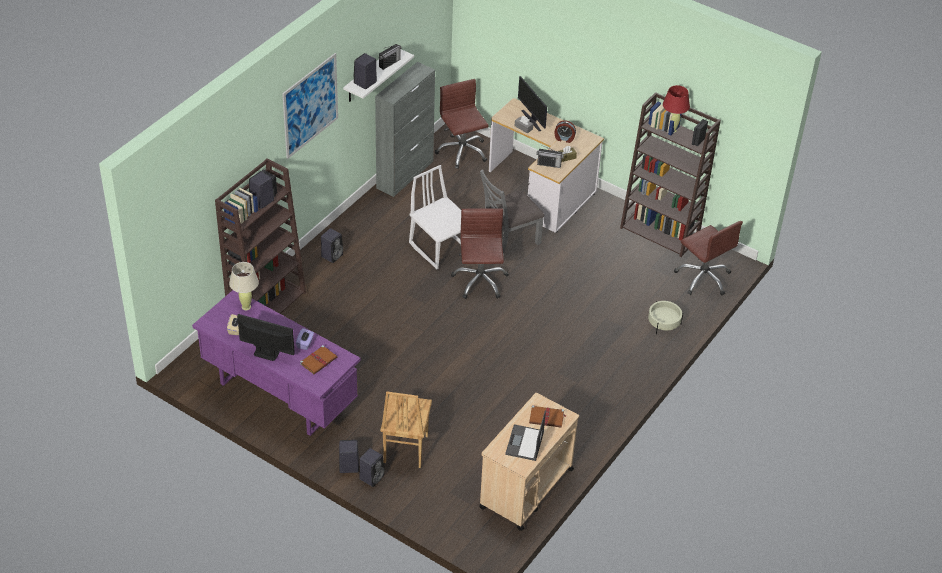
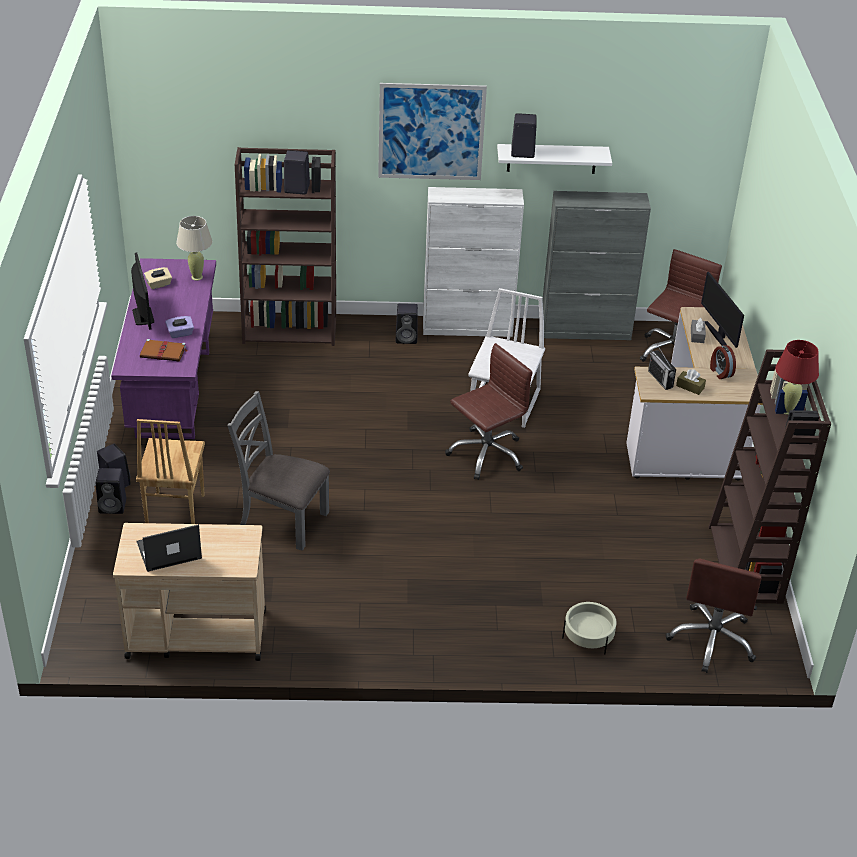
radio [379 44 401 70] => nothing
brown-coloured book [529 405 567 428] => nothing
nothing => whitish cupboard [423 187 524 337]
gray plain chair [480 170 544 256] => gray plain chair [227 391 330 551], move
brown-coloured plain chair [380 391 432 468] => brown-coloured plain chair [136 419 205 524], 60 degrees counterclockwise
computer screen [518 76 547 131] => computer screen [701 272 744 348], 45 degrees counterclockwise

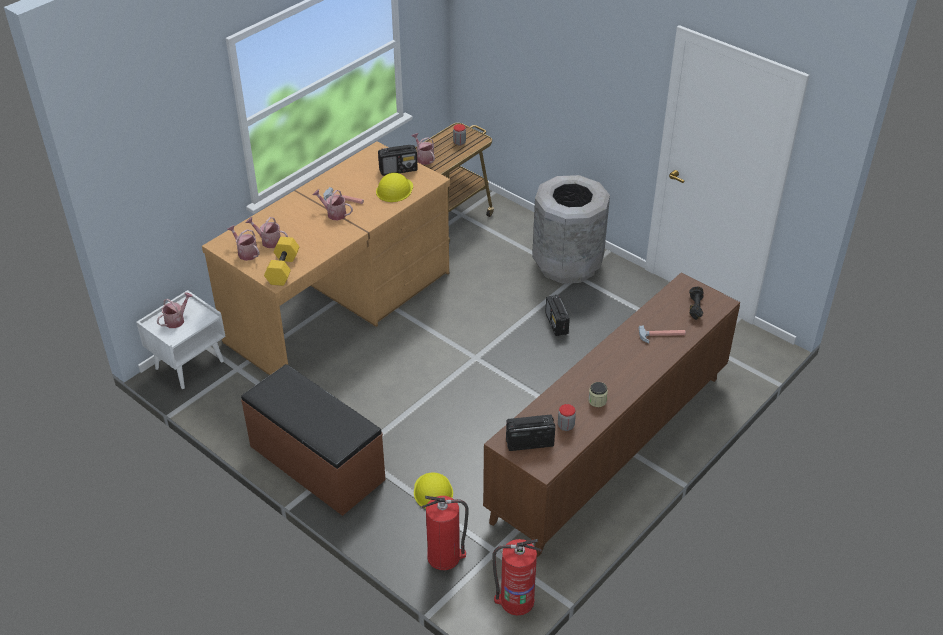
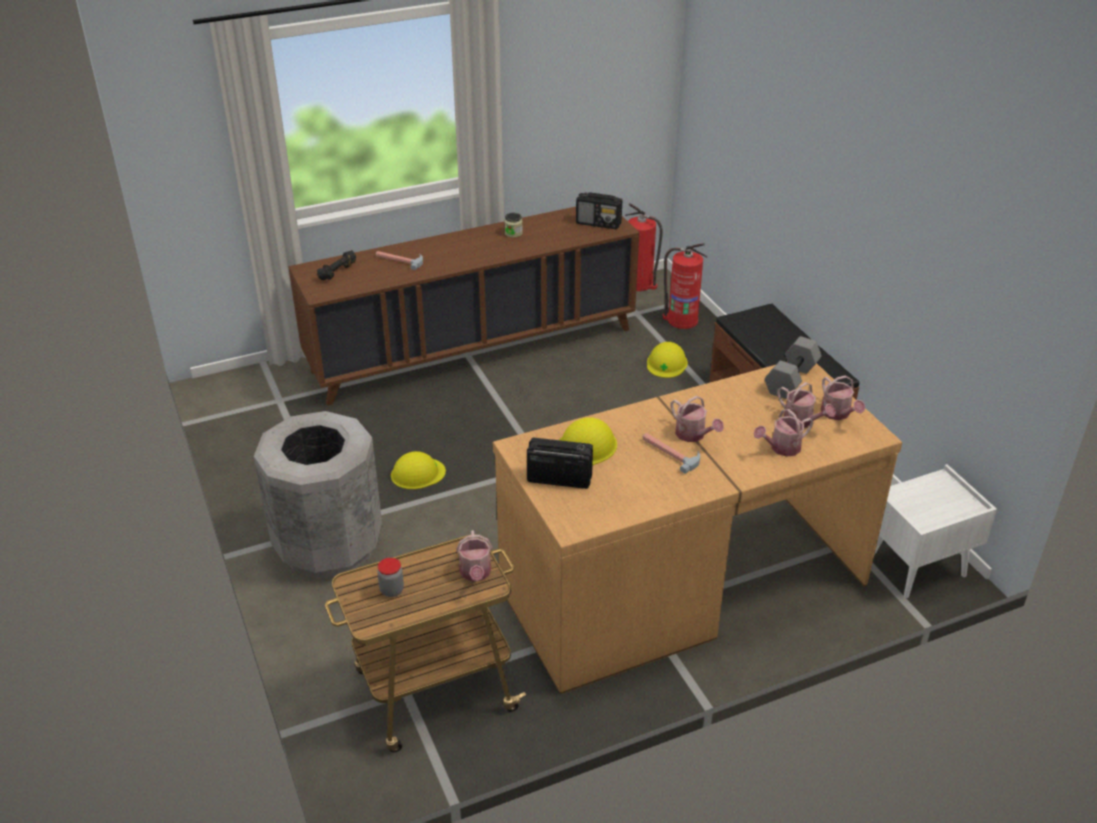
jar [558 404 576 431] => nothing
watering pot [157 292 193 328] => watering pot [753 409 813 457], move
radio [545 295 570 336] => yellowish safety helmet [391 451 446 489]
yellowish dumbbell [264 237 299 286] => gray dumbbell [764 336 822 399]

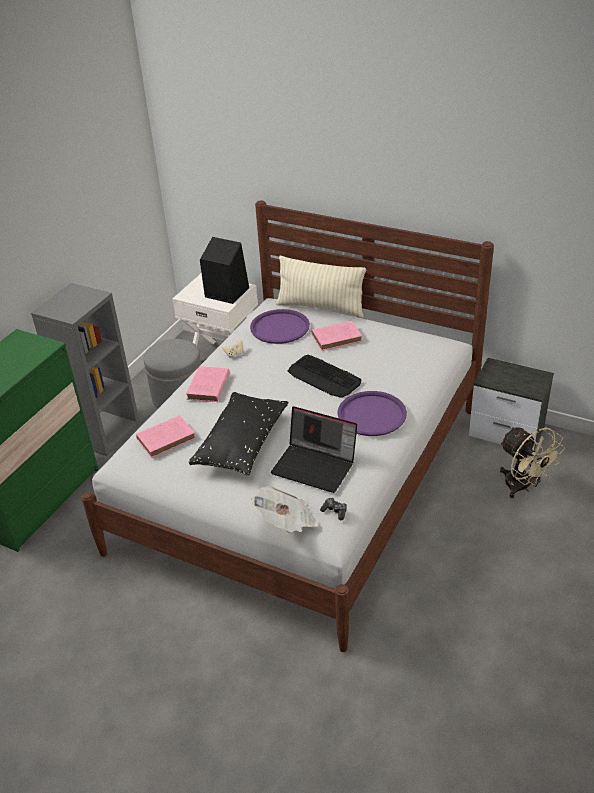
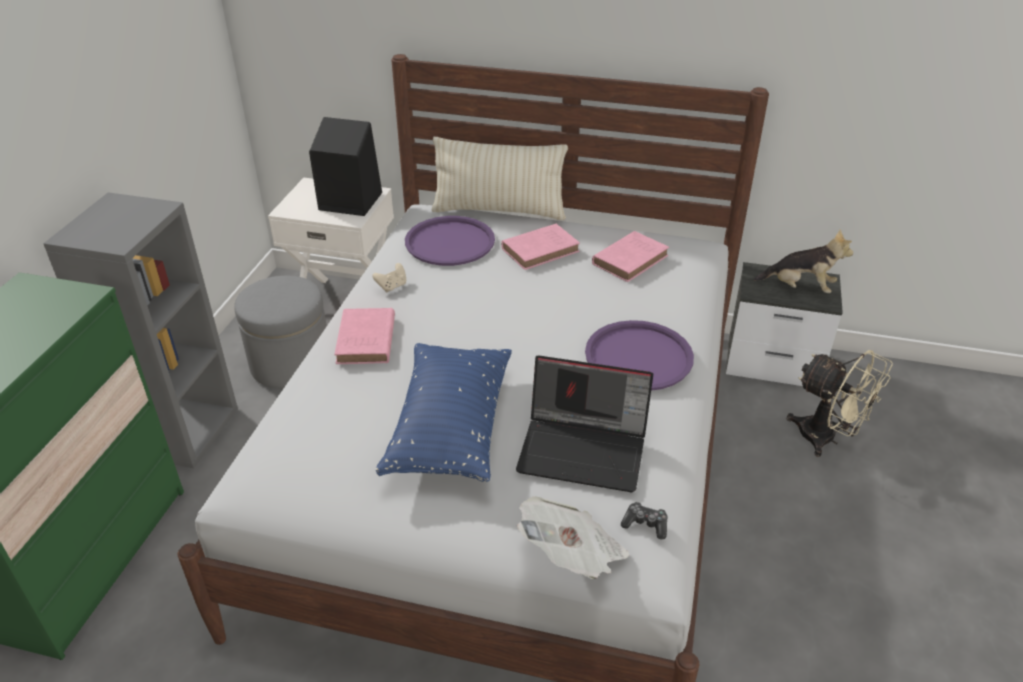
keyboard [288 355 361 398] => nothing
nothing => cuddly toy [754 229 853 293]
pinkish book [136 415 196 458] => pinkish book [592 231 669 282], move
black-coloured throw pillow [188 392 289 475] => blue throw pillow [376 343 512 482]

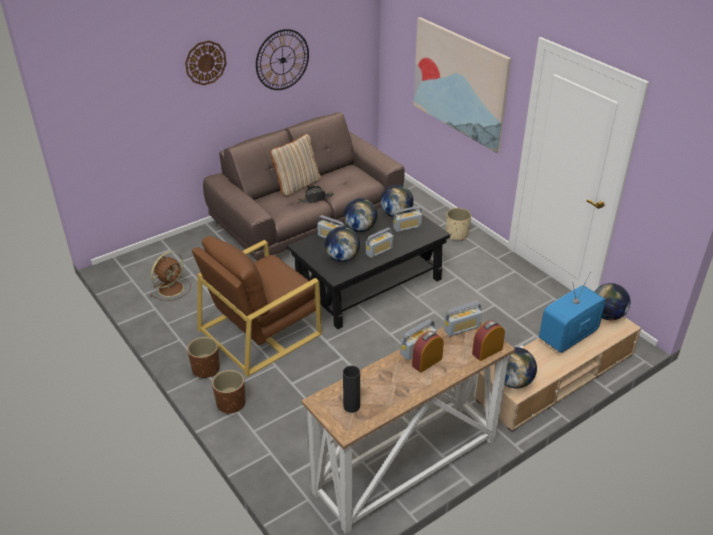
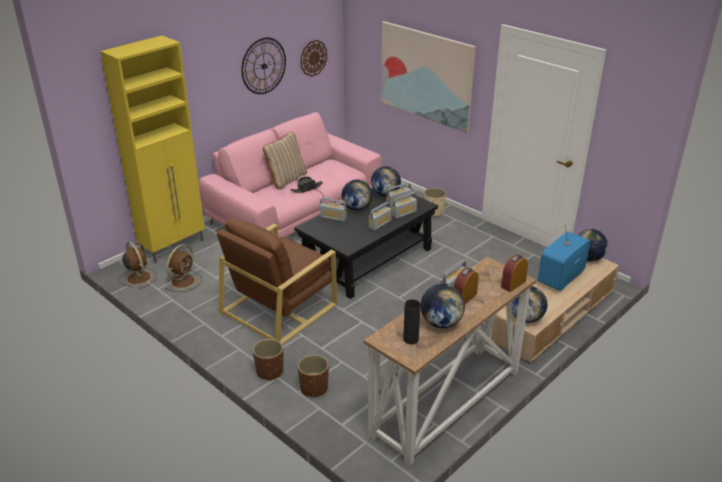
nothing => yellowish cupboard [100 35 205 263]
nothing => brown-coloured electric fan [119 241 157 289]
clock on the wall [185 40 227 85] => clock on the wall [300 40 327 77], move
brown-coloured flower pot [187 337 220 378] => brown-coloured flower pot [298 354 329 397], move
world globe [324 226 360 262] => world globe [421 284 465 328], move
radio [444 301 482 337] => radio [392 192 417 219], move
brown-coloured settee [203 112 405 261] => pinkish settee [199 112 381 238]

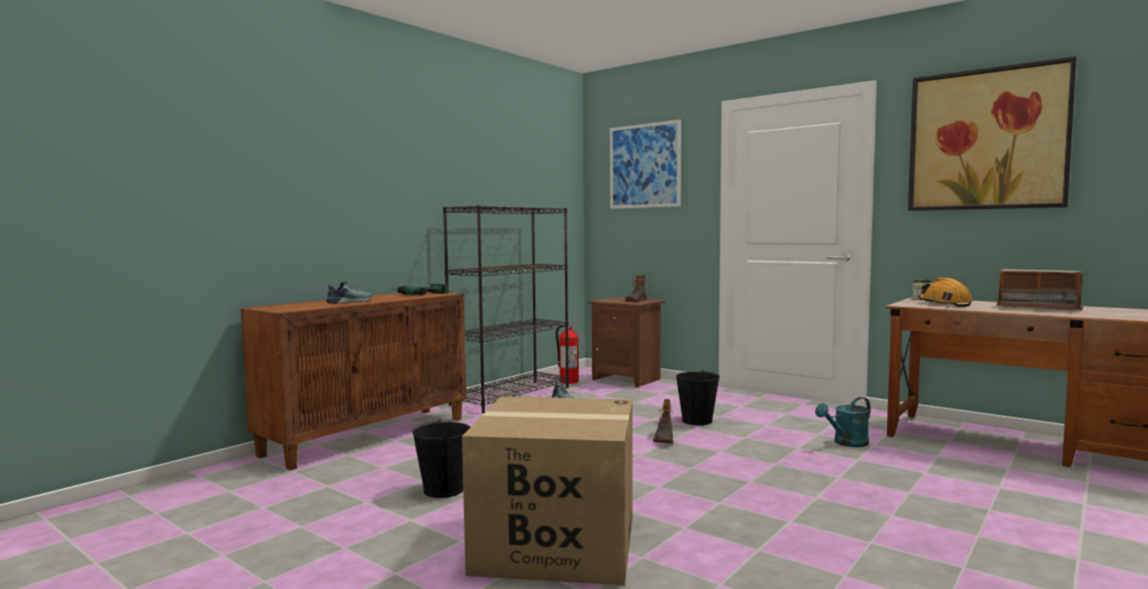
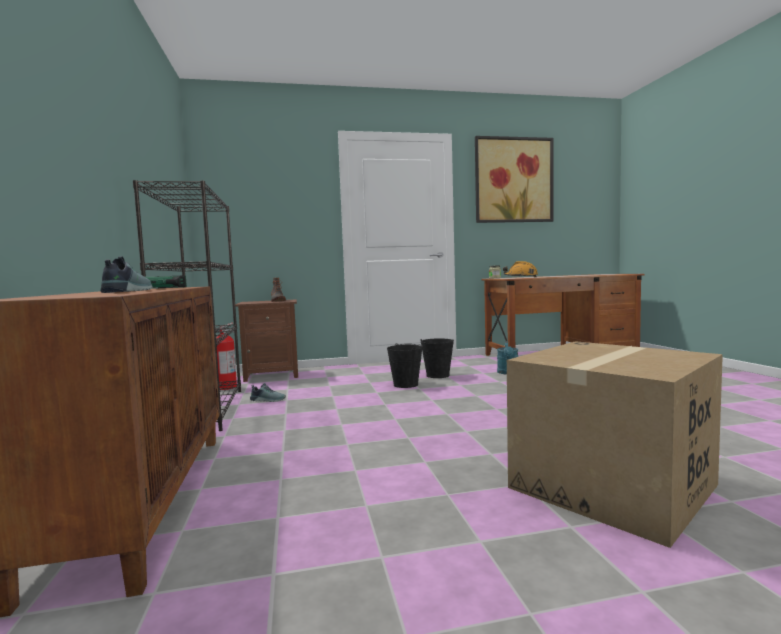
wall art [610 120 681 209] => nothing
high-top boot [653 399 673 444] => nothing
radio [995 269 1087 311] => nothing
black-coloured pail [412 419 470 498] => black-coloured pail [420 338 454 378], move

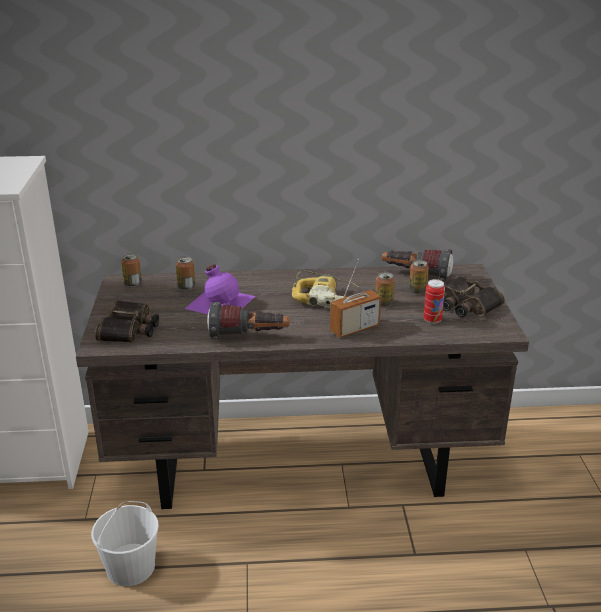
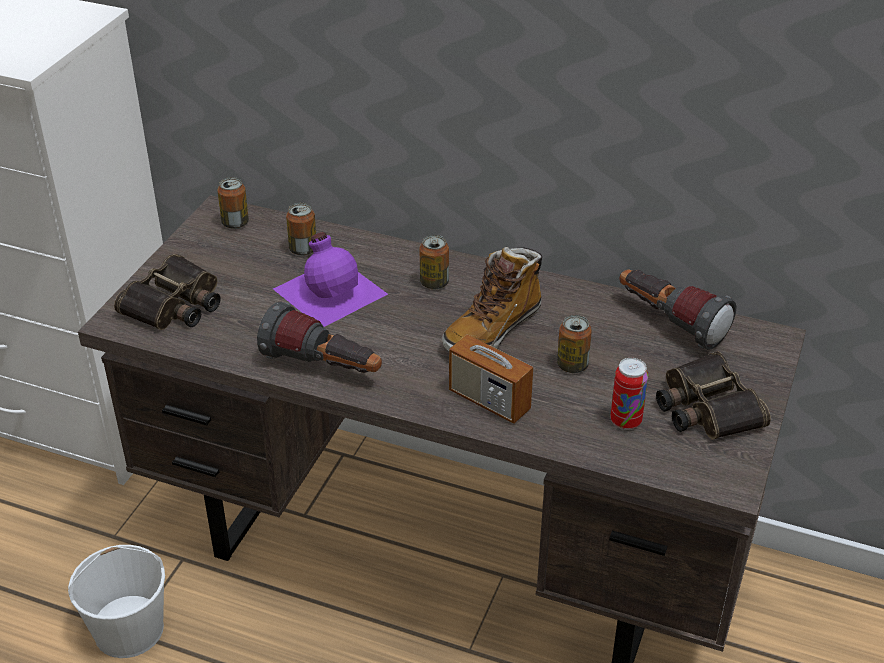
can [409 260 429 294] => can [420 235 449 289], move
electric drill [292 270 359 308] => high-top boot [442 247 542 351]
radio [330 258 381 338] => radio [449 304 533 424], 45 degrees clockwise

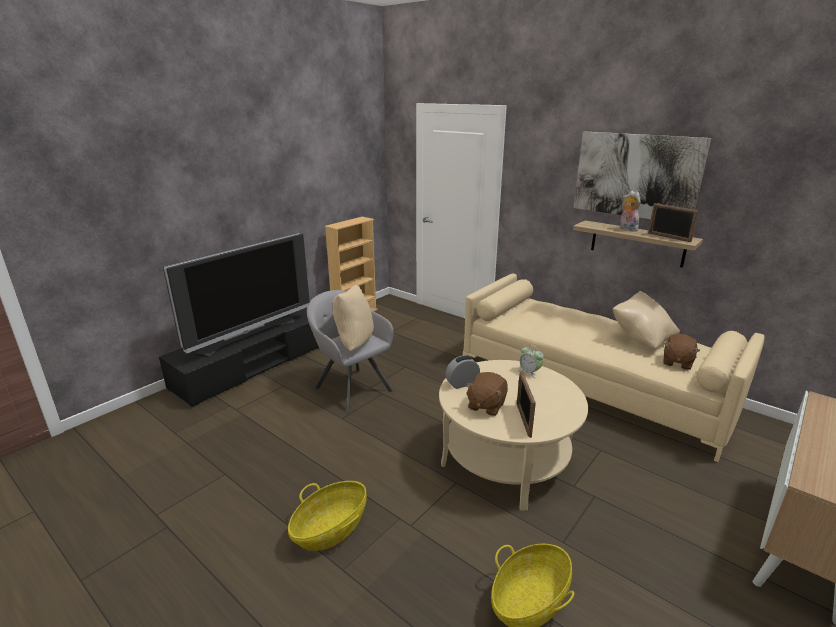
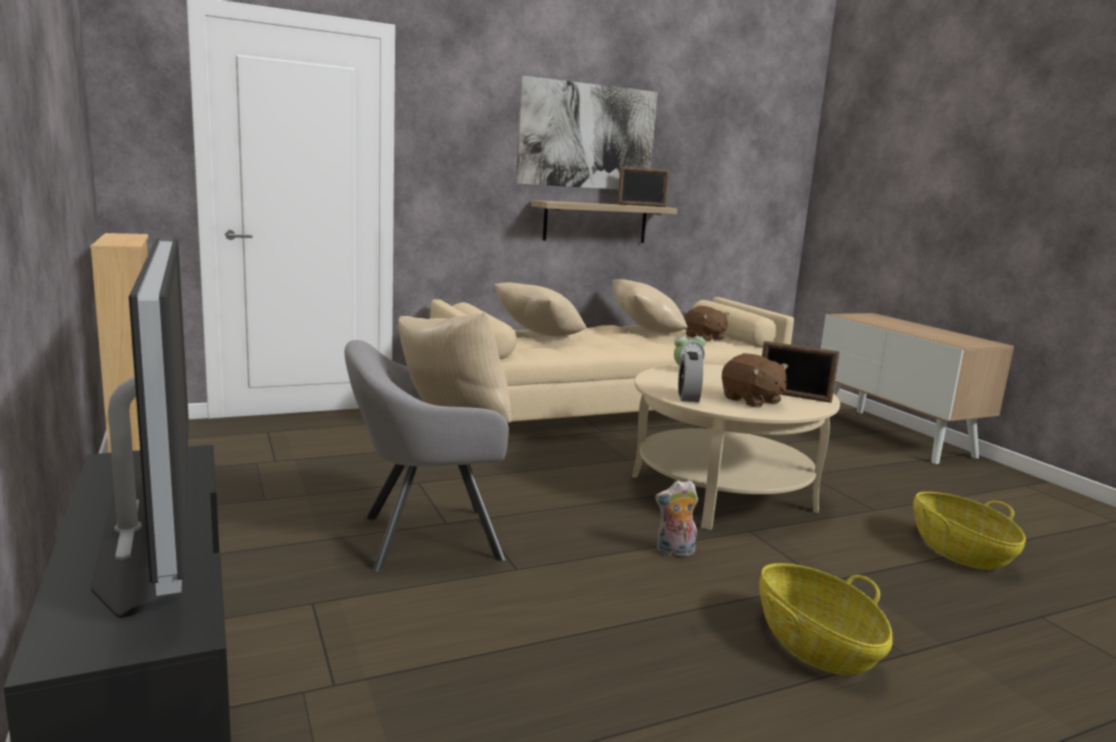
nothing => beige-coloured throw pillow [495 282 586 336]
cuddly toy [620 191 641 232] => cuddly toy [655 480 698 557], move

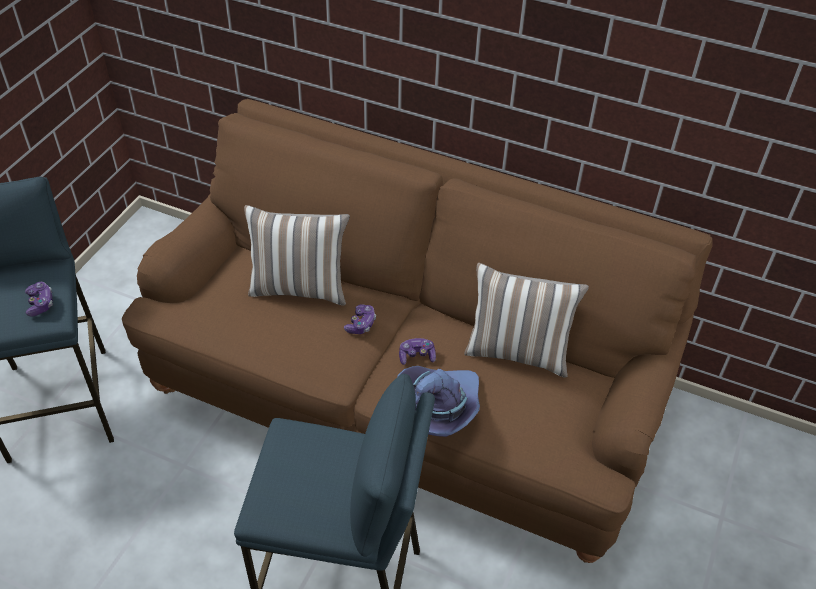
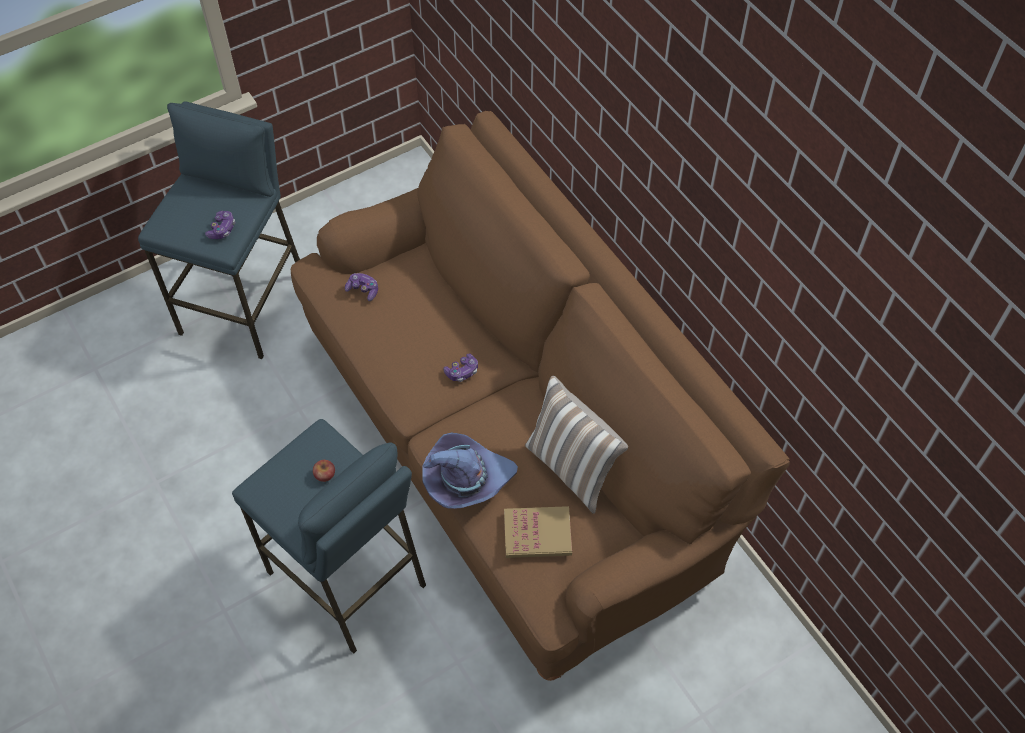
throw pillow [244 205 350 306] => nothing
nothing => apple fruit [313 460 335 482]
nothing => book [504 506 572 558]
joypad [399 338 436 365] => joypad [345 273 378 301], move

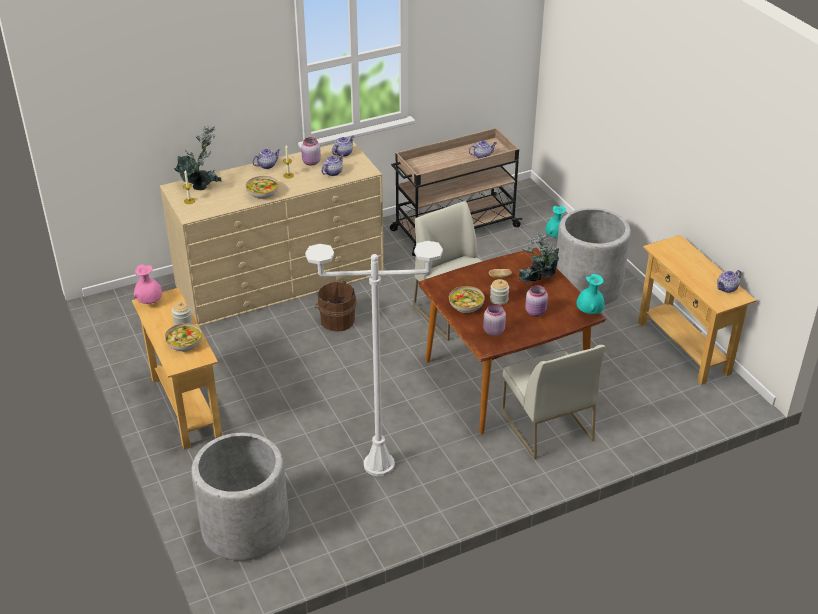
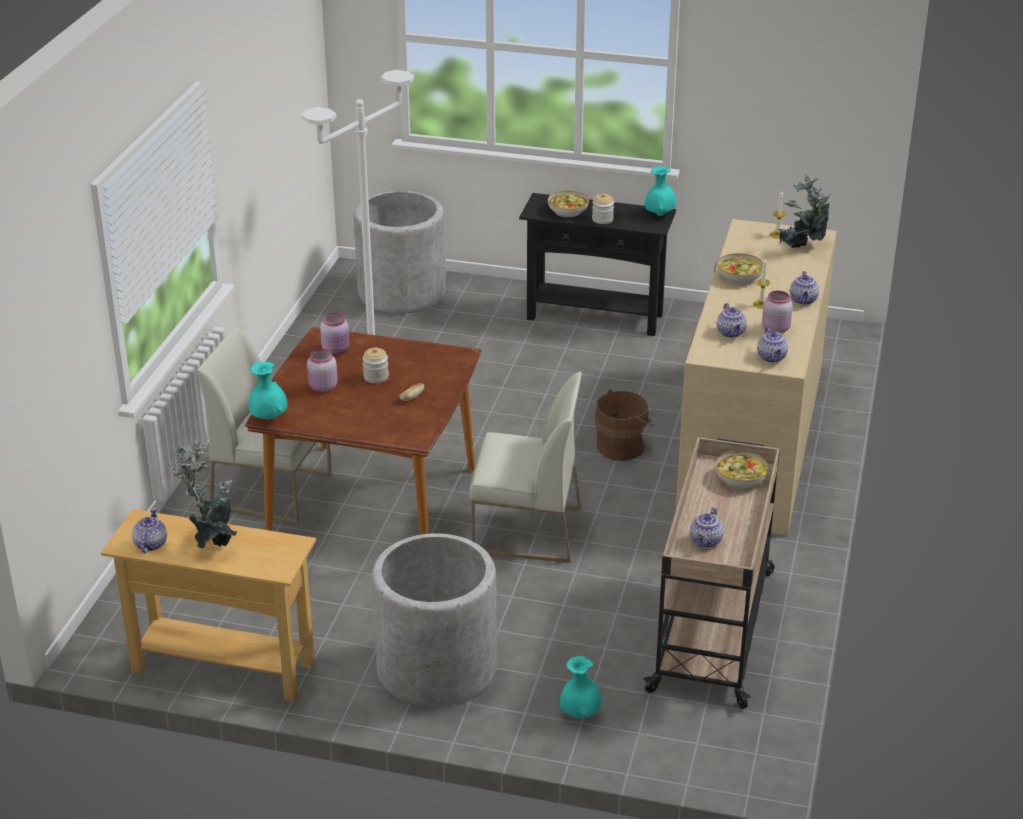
deep dish [449 286 485 313] => deep dish [716 451 768 489], move
plant in a pot [519 231 559 283] => plant in a pot [167 439 237 549], move
beige-coloured narrow table [132 288 222 450] => black-coloured narrow table [519 193 676 336]
pinkish vase [134 264 162 304] => blue-green vase [644 166 676 216]

